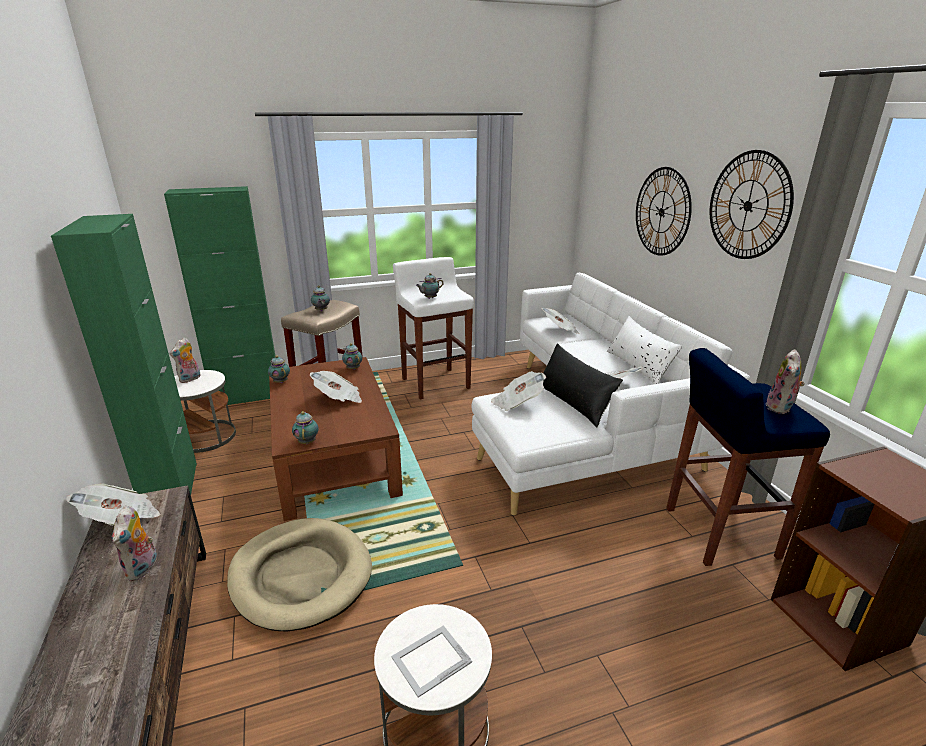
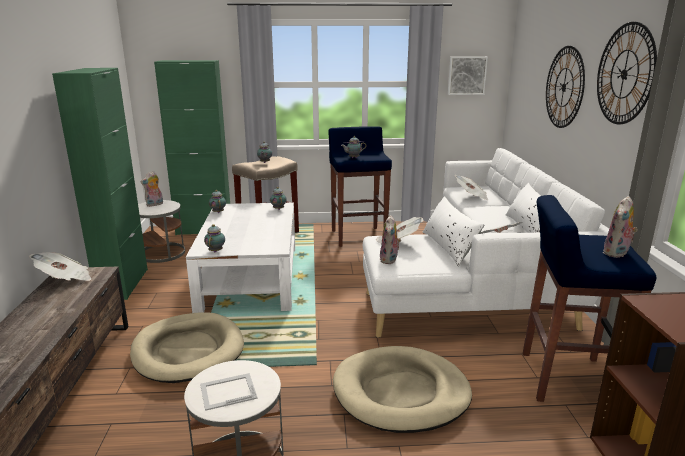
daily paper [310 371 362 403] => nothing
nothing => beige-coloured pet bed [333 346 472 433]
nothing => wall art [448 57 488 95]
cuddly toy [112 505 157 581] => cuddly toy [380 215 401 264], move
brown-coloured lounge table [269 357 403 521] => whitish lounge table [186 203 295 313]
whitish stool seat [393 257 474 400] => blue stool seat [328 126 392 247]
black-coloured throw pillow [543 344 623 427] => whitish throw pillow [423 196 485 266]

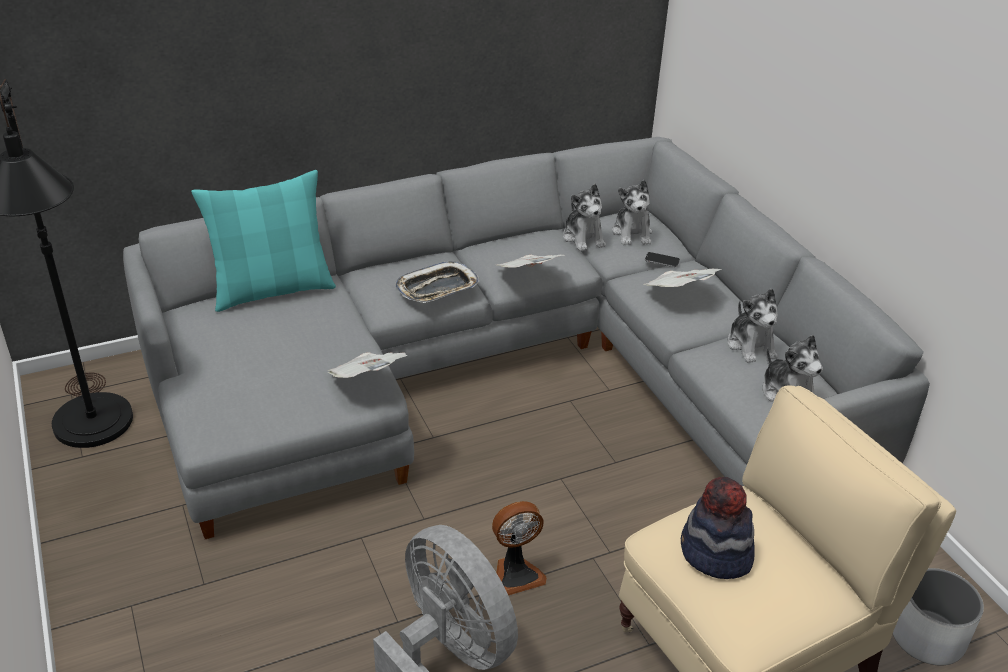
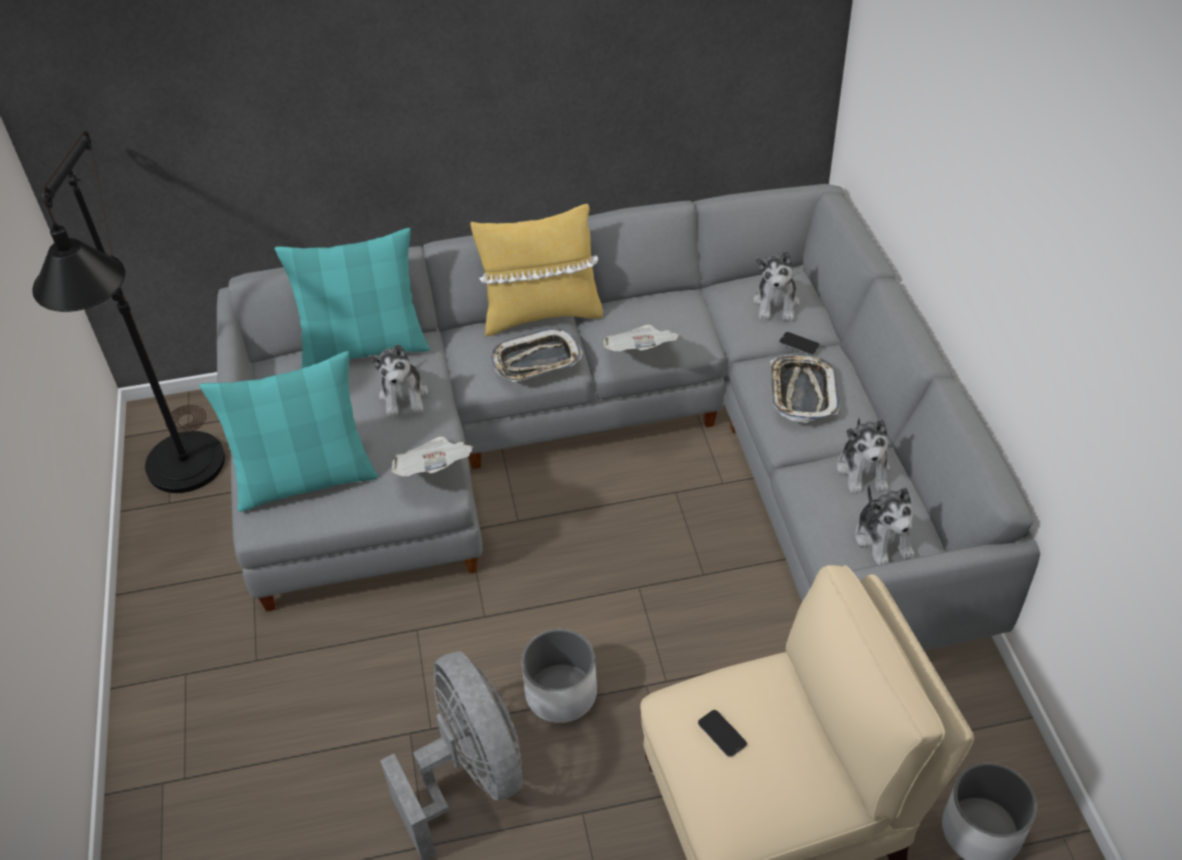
nothing => blue-green throw pillow [199 351 378 512]
nothing => yellowish throw pillow [470 204 603 336]
cuddly toy [563 184 606 251] => cuddly toy [368 344 428 417], move
electric fan [492 501 547 595] => whitish flower pot [522 629 597 723]
daily paper [643 269 722 287] => tray [770 355 839 423]
hat [681 477 754 579] => handset [698 710 747 757]

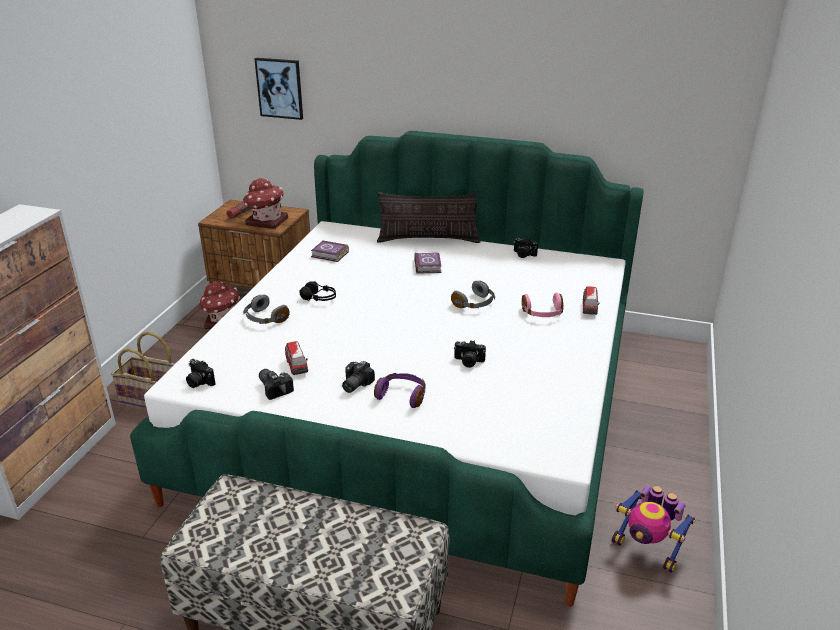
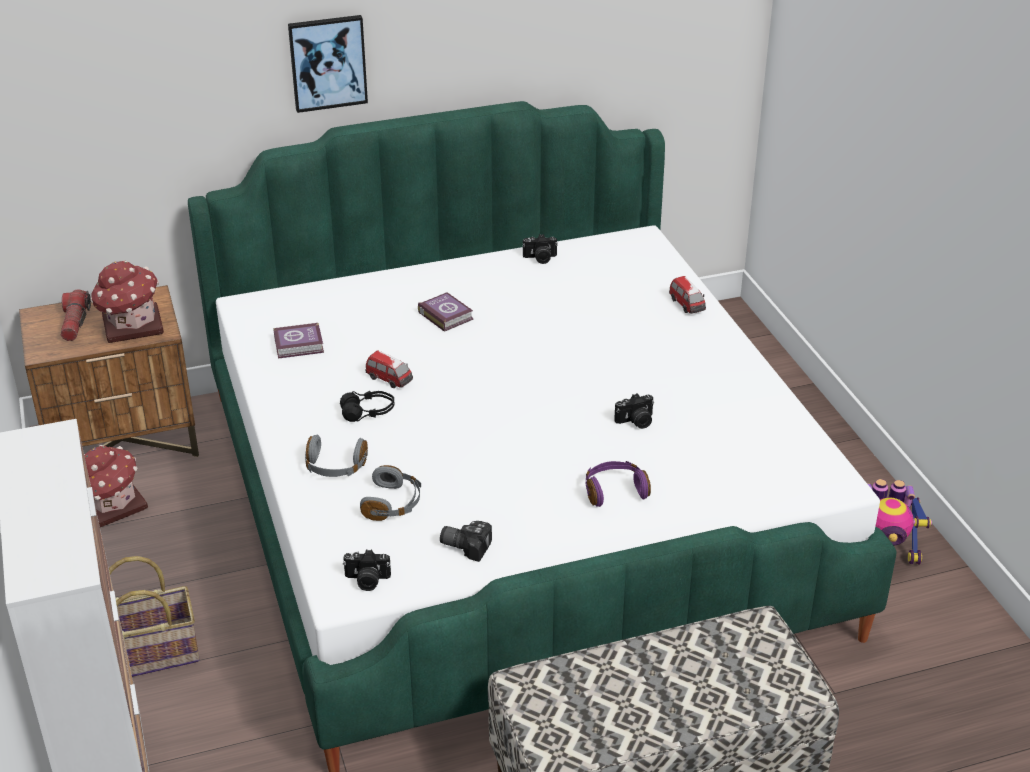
photo camera [342 361 375 393] => nothing
throw pillow [377 192 481 243] => nothing
pinkish pair of headphones [521 293 564 317] => nothing
wall art [254 58 303 120] => wall art [288 15 368 113], move
miniature car [285 341 308 375] => miniature car [366 350 413 388], move
gray pair of headphones [451 281 495 308] => gray pair of headphones [360 465 421 521], move

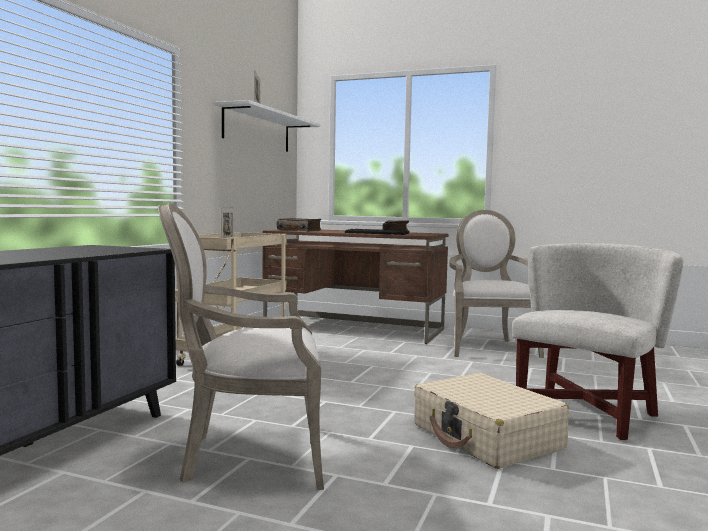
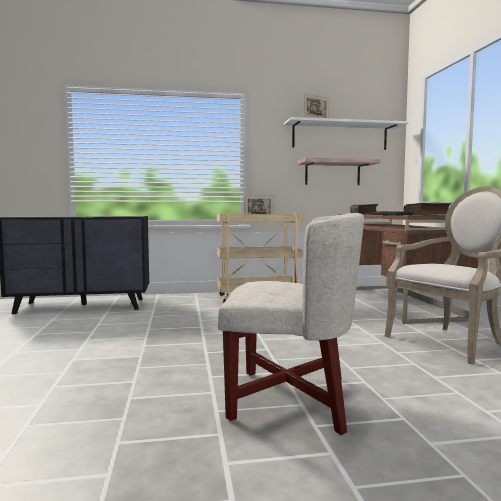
lounge chair [158 203 324 490] => nothing
beige-coloured suitcase [414 373 570 469] => nothing
nothing => wall shelf [297 158 381 185]

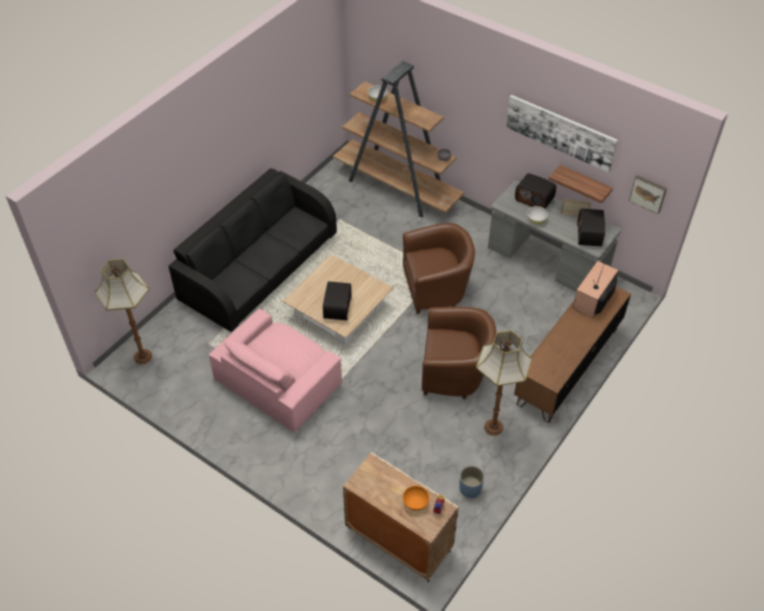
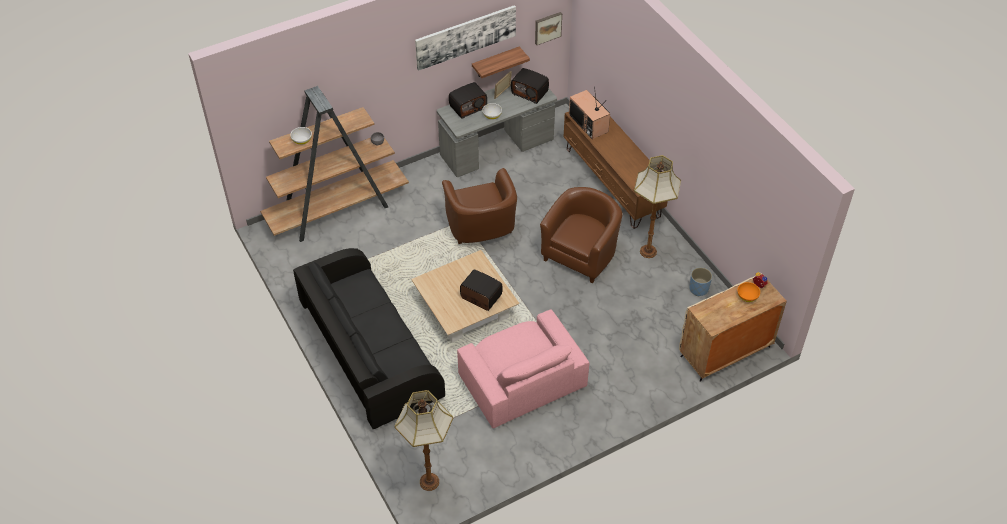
brown-coloured lounge chair [403 223 475 314] => brown-coloured lounge chair [442 168 517 244], 150 degrees clockwise

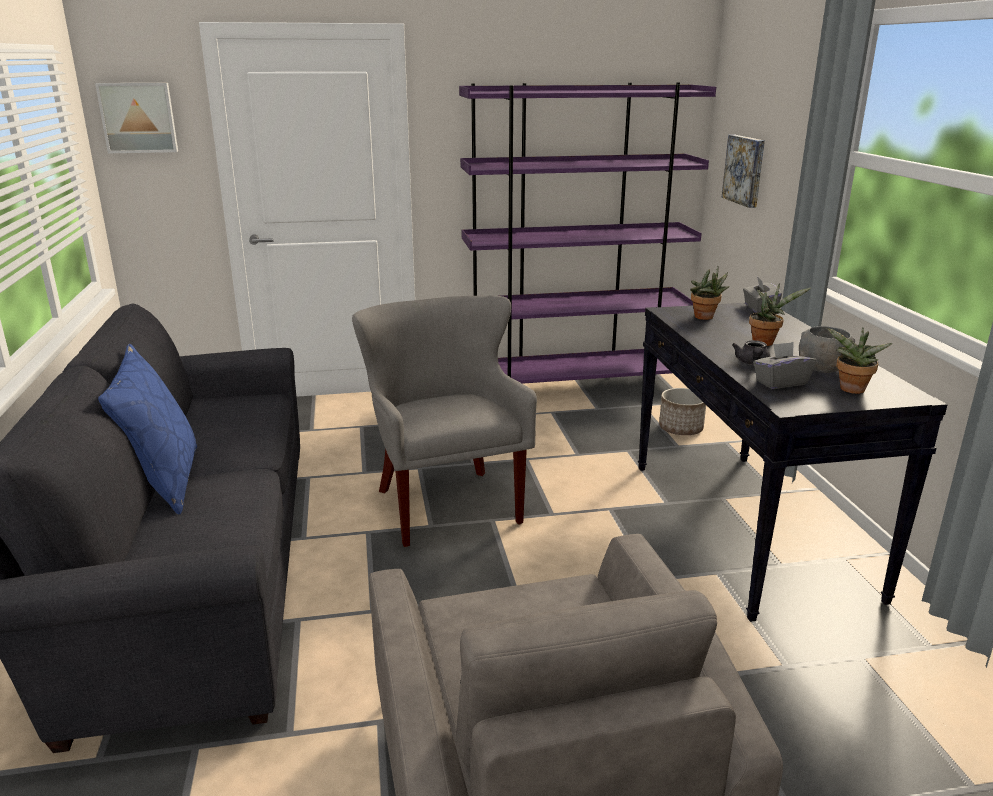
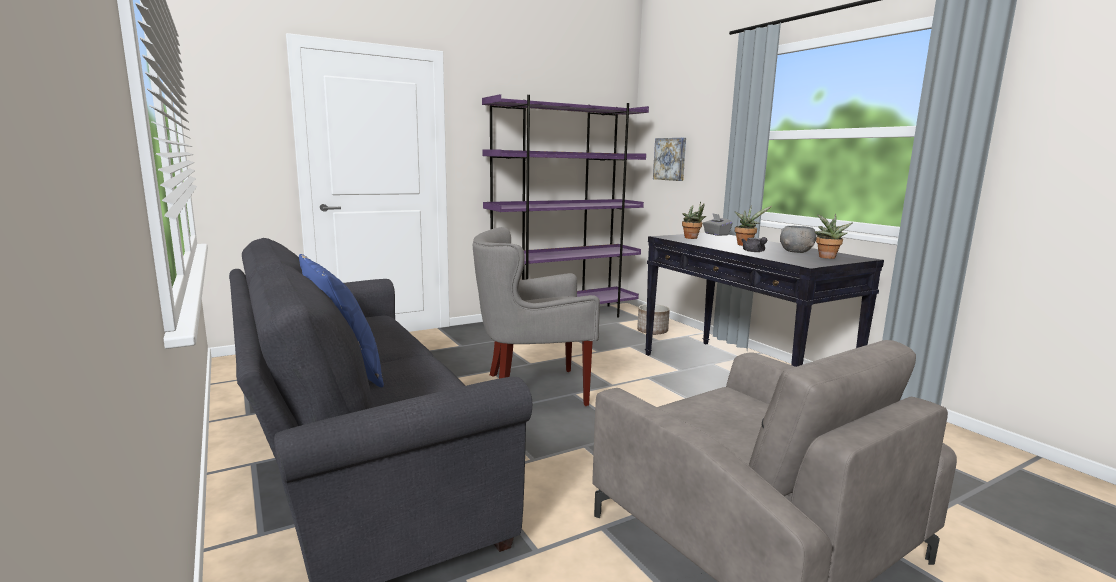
wall art [95 83 178 153] => nothing
gray tissue box [753 342 816 389] => nothing
gray lounge chair [352 295 537 547] => gray lounge chair [473 227 600 406], 60 degrees counterclockwise

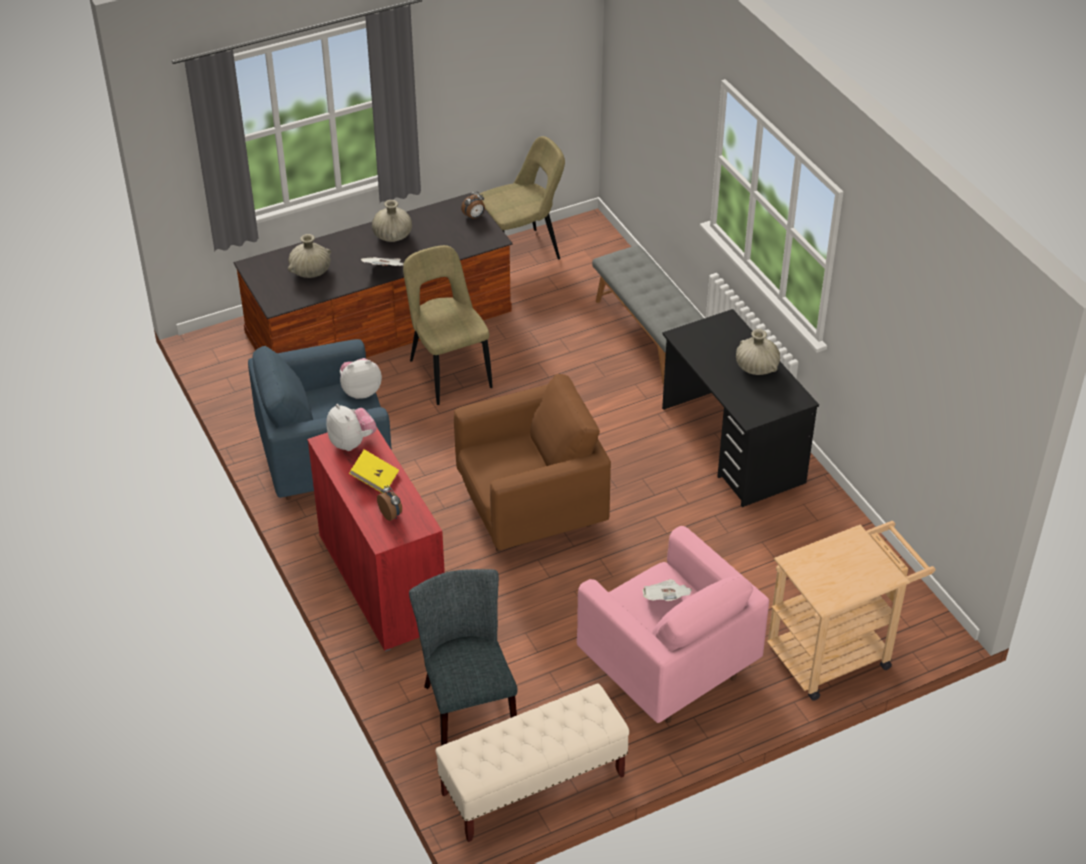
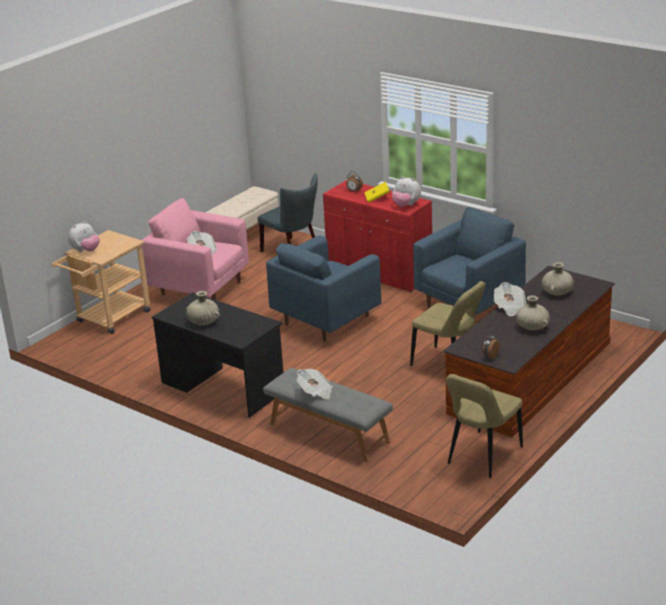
nothing => daily paper [297 369 333 399]
cuddly toy [340 358 382 399] => cuddly toy [68 221 100 252], move
brown-coloured lounge chair [454 374 611 552] => blue lounge chair [266 235 381 342]

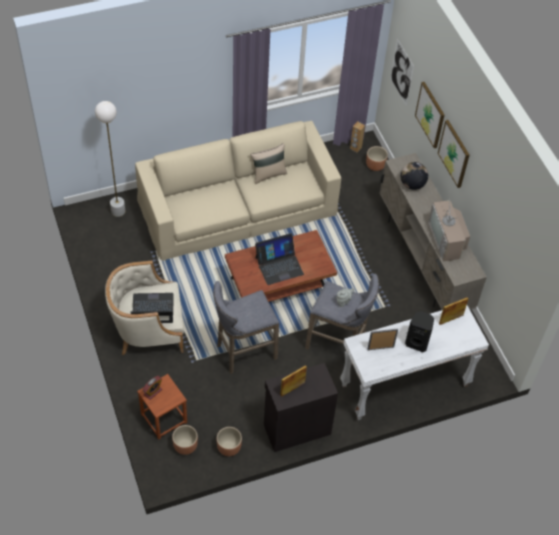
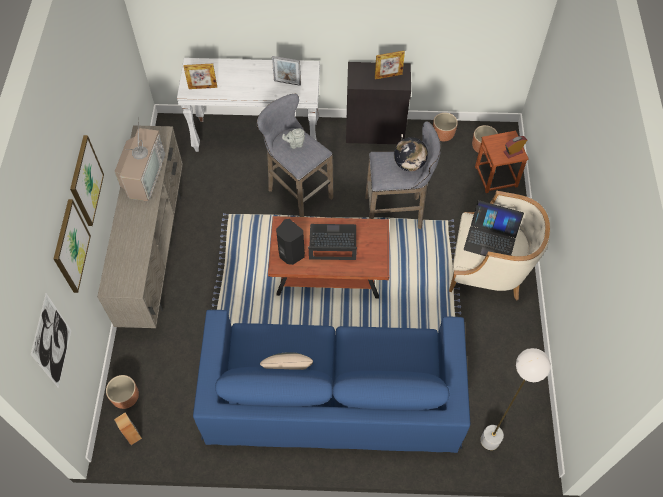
world globe [401 162 428 190] => world globe [394 137 428 171], move
black-coloured audio speaker [405 311 434 352] => black-coloured audio speaker [276 219 305 265], move
beige-coloured settee [135 121 341 261] => blue settee [193 310 470 453]

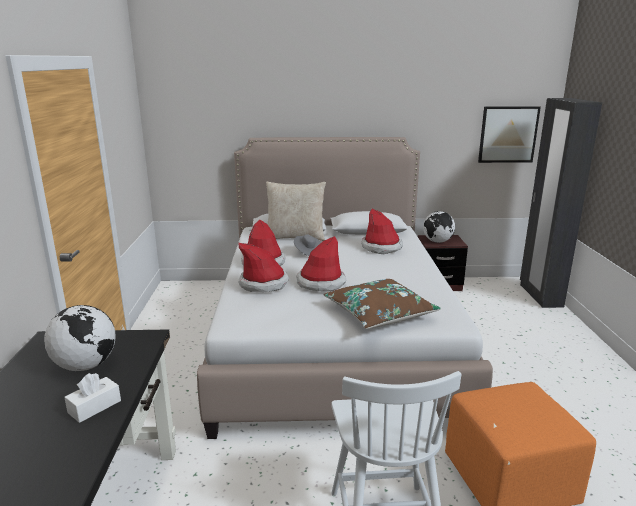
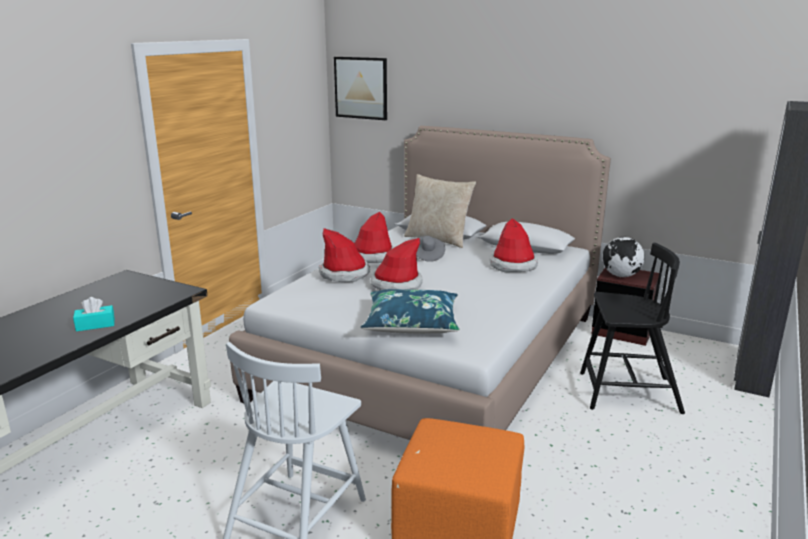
world globe [44 305 116 371] => nothing
nothing => black-coloured plain chair [580 243 685 414]
wall art [478 106 541 163] => wall art [334 57 387 120], move
whitish tissue box [64 373 121 423] => blue-green tissue box [73 297 115 332]
brown-coloured throw pillow [324 279 441 329] => blue throw pillow [361 289 460 333]

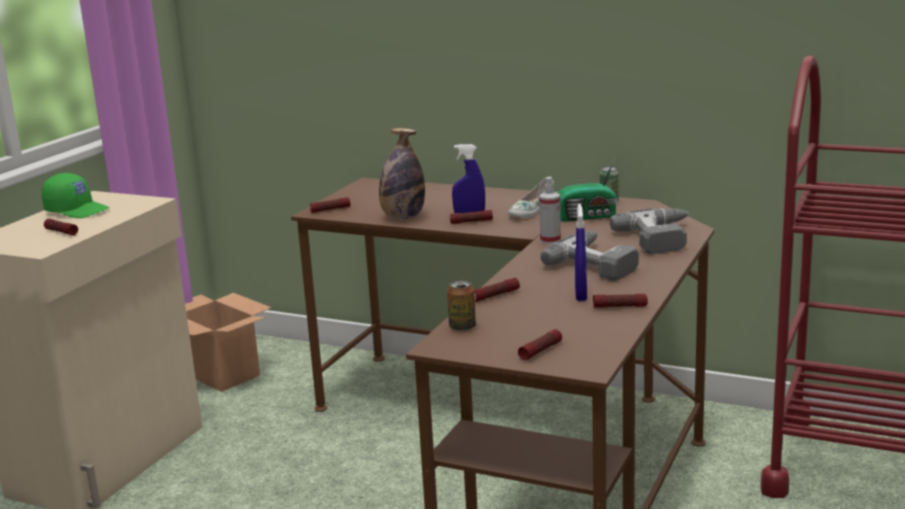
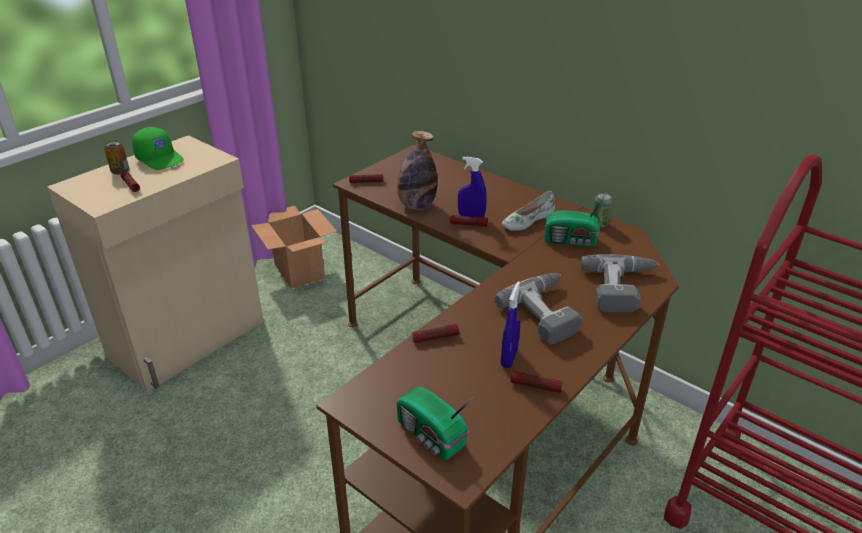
sprayer [539 177 561 244] => nothing
can [447 280 476 332] => can [104 140 129 175], move
torch [518 329 562 360] => radio [397 387 474 460]

